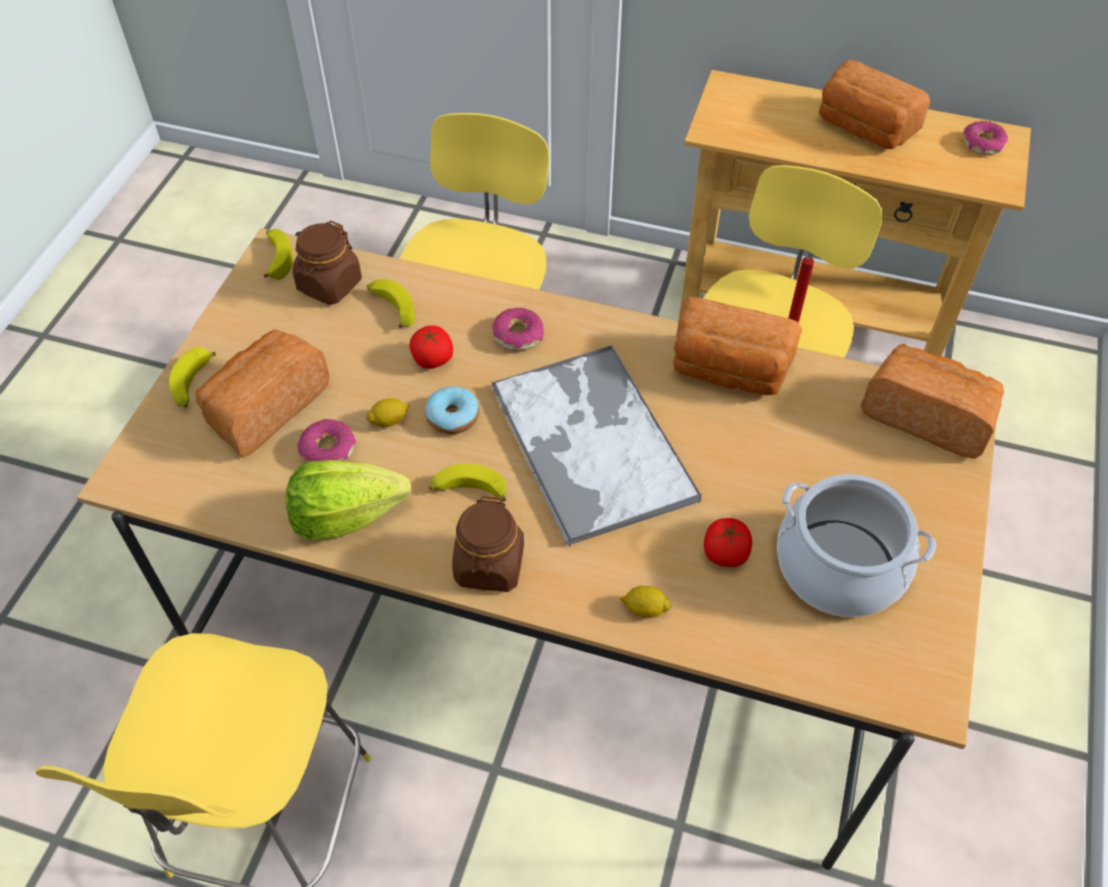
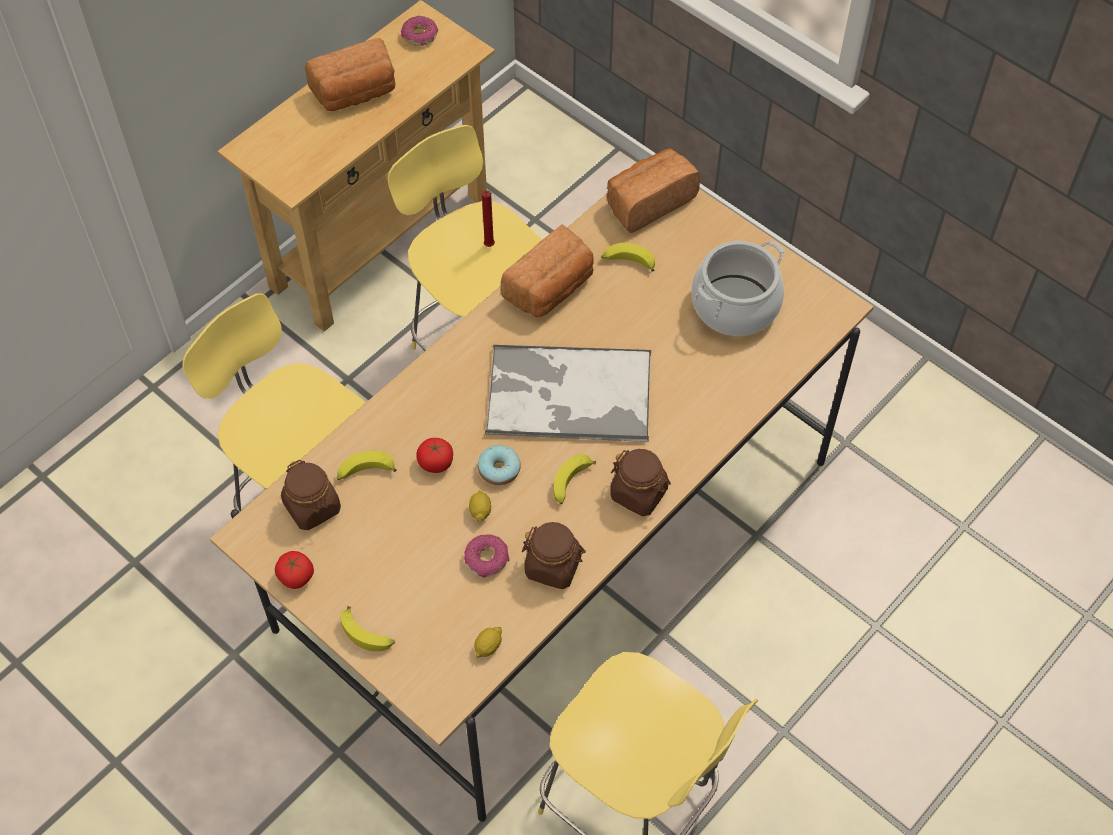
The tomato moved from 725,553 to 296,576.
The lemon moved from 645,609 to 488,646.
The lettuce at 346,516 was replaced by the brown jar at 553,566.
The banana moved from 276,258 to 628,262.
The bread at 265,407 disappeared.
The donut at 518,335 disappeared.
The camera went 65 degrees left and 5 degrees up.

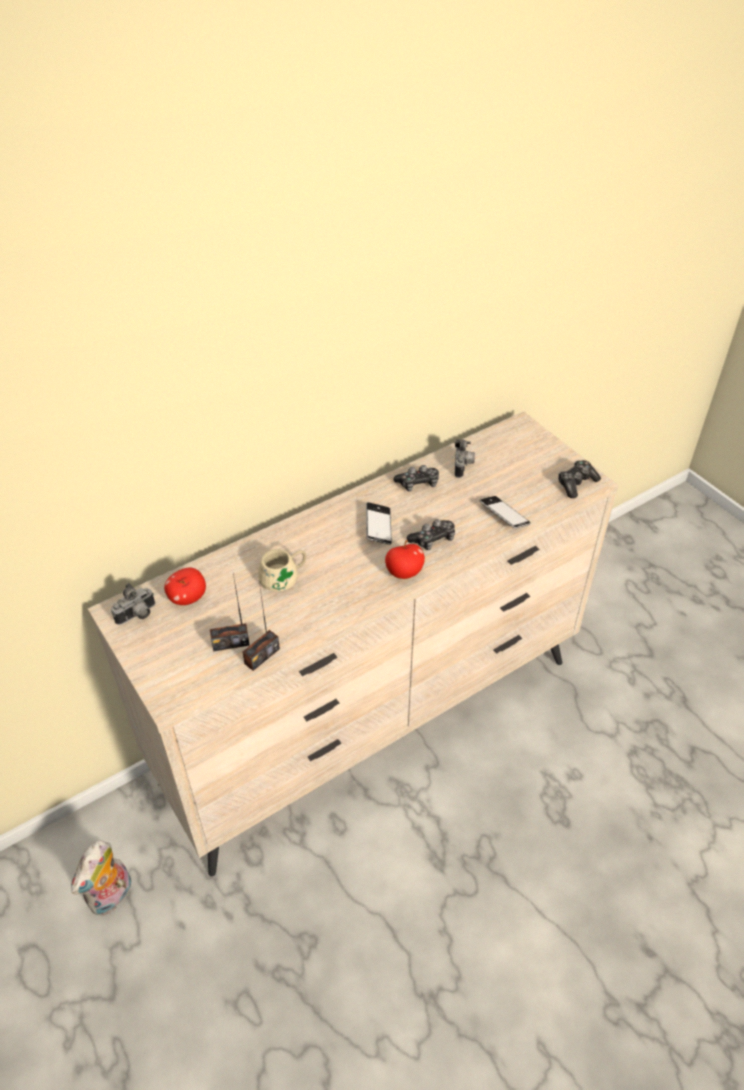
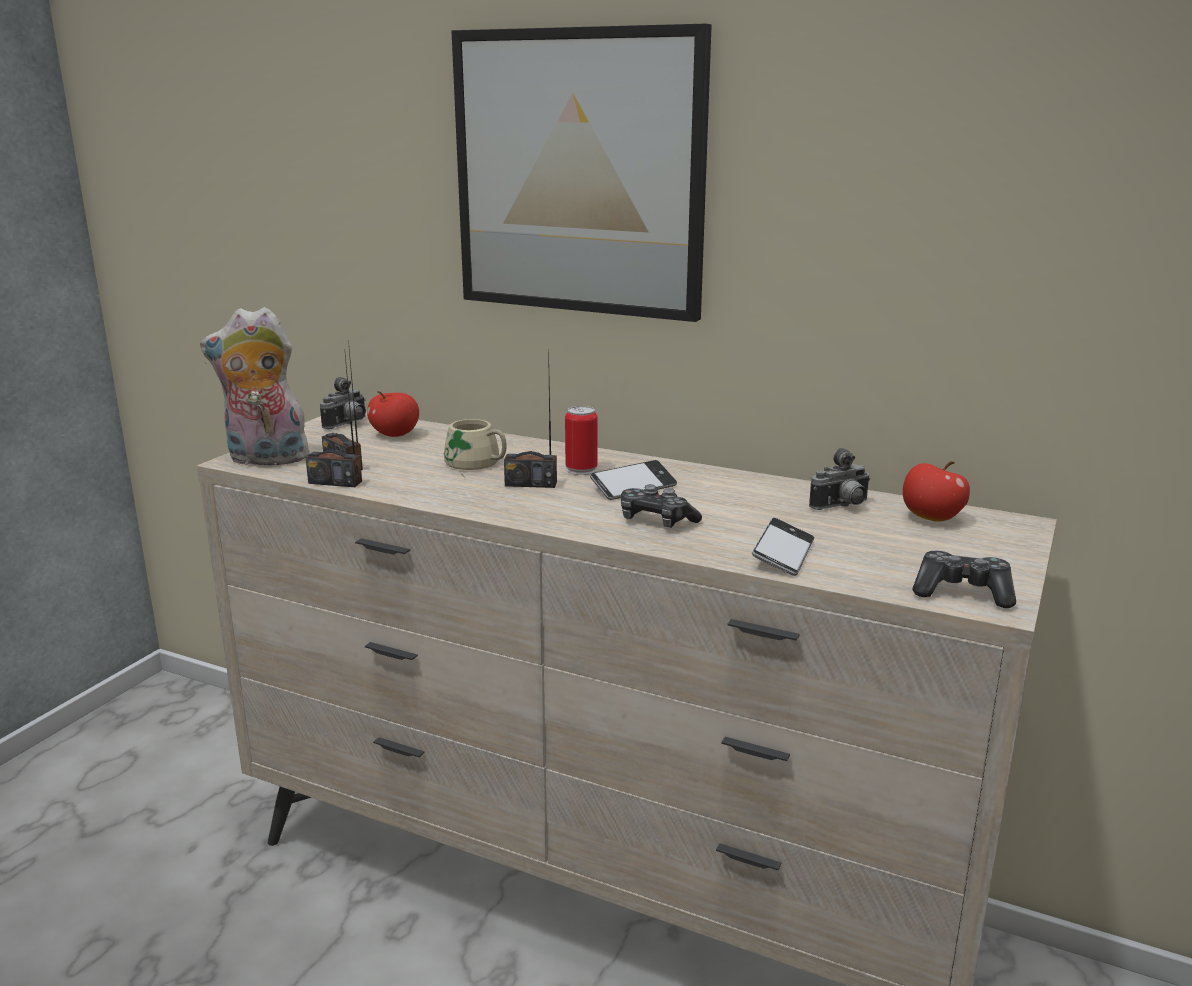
The plush toy moved from 112,897 to 265,460.
The photo camera at 137,616 turned 75 degrees counterclockwise.
The picture at 579,174 appeared.
The radio at 531,483 appeared.
The can at 581,470 appeared.
The apple moved from 404,572 to 931,518.
The game controller at 418,483 disappeared.
The camera went 60 degrees right and 25 degrees down.

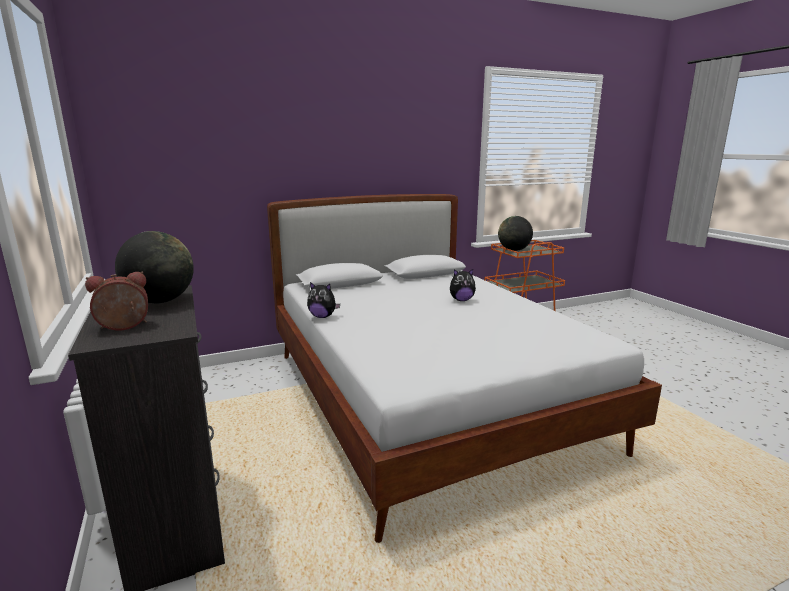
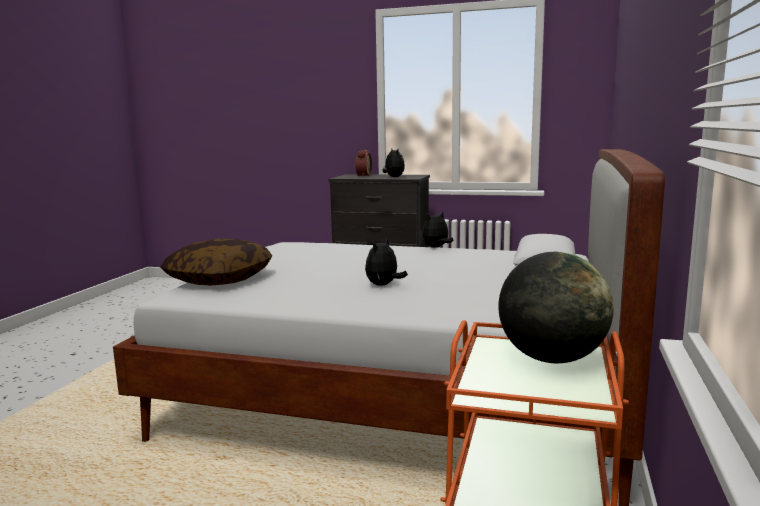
The pillow at 220,279 appeared.
The globe at 160,301 was replaced by the plush toy at 393,177.
The camera went 130 degrees right and 5 degrees down.

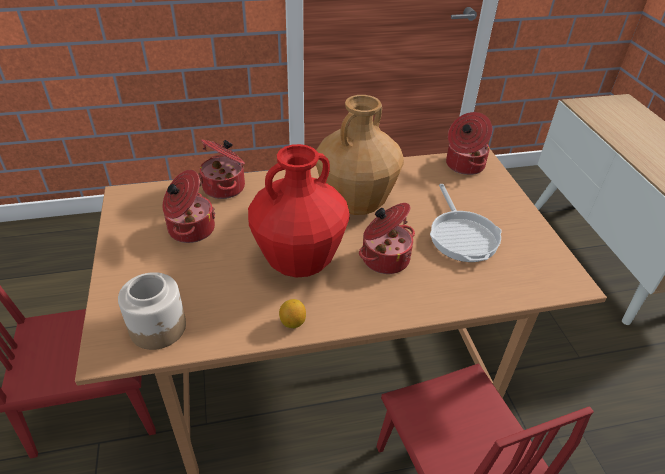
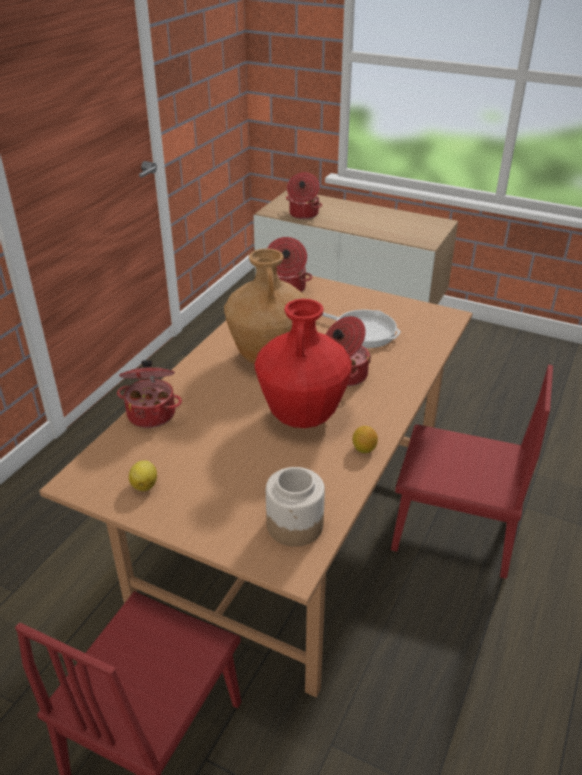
The lemon at 145,485 appeared.
The cooking pot moved from 190,229 to 303,214.
The camera went 50 degrees left and 5 degrees down.

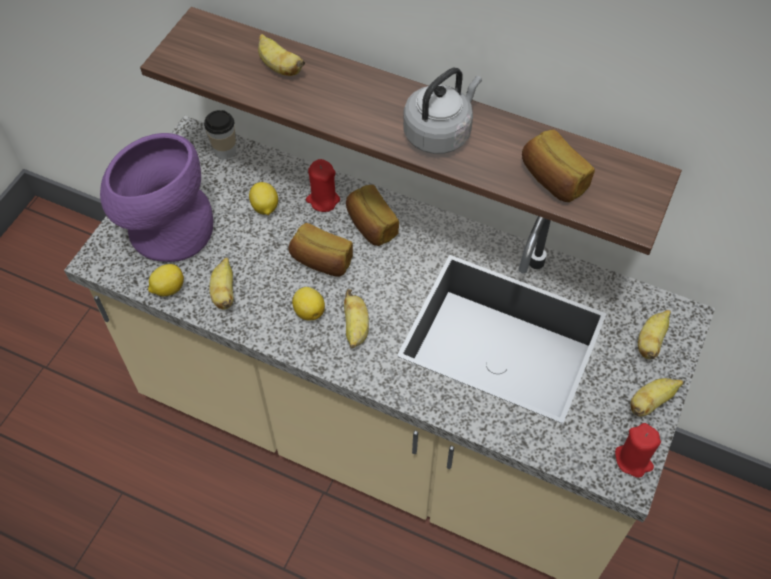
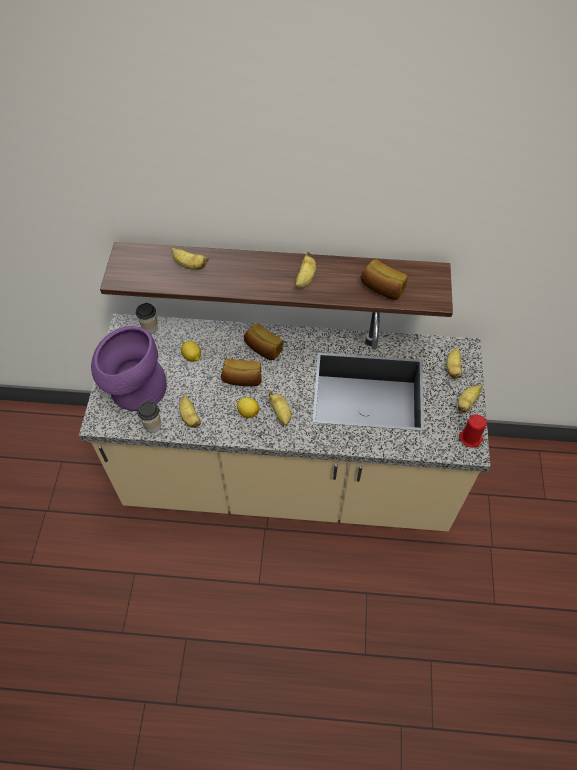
The lemon at 168,288 was replaced by the cup at 153,426.
The grey kettle at 440,133 was replaced by the banana at 305,279.
The red candle at 323,200 disappeared.
The camera went 20 degrees left and 0 degrees up.

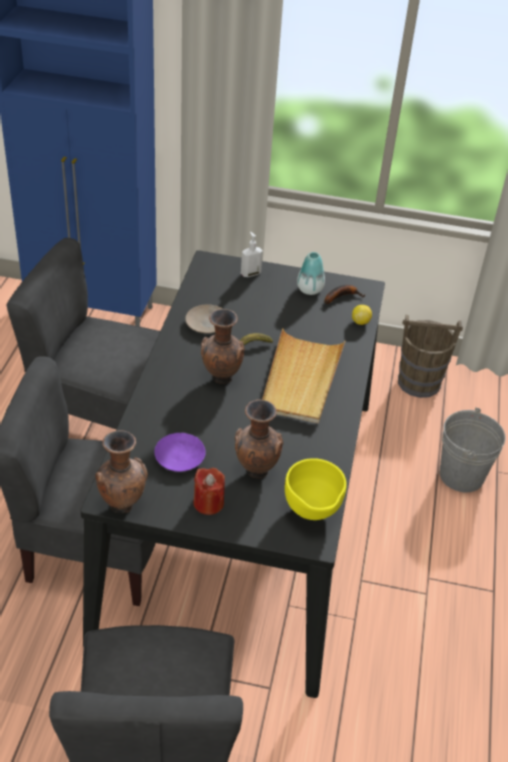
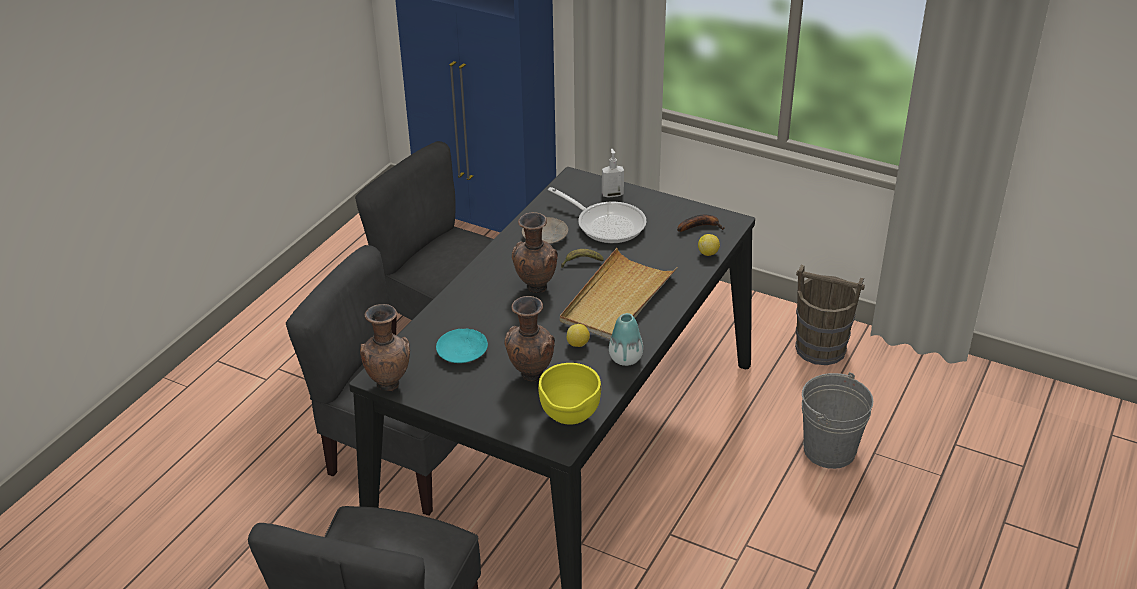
The purple plate at 180,456 became the turquoise plate at 463,351.
The frying pan at 606,224 appeared.
The lemon at 578,344 appeared.
The vase moved from 309,290 to 625,359.
The red candle at 208,503 disappeared.
The camera went 20 degrees right and 5 degrees down.

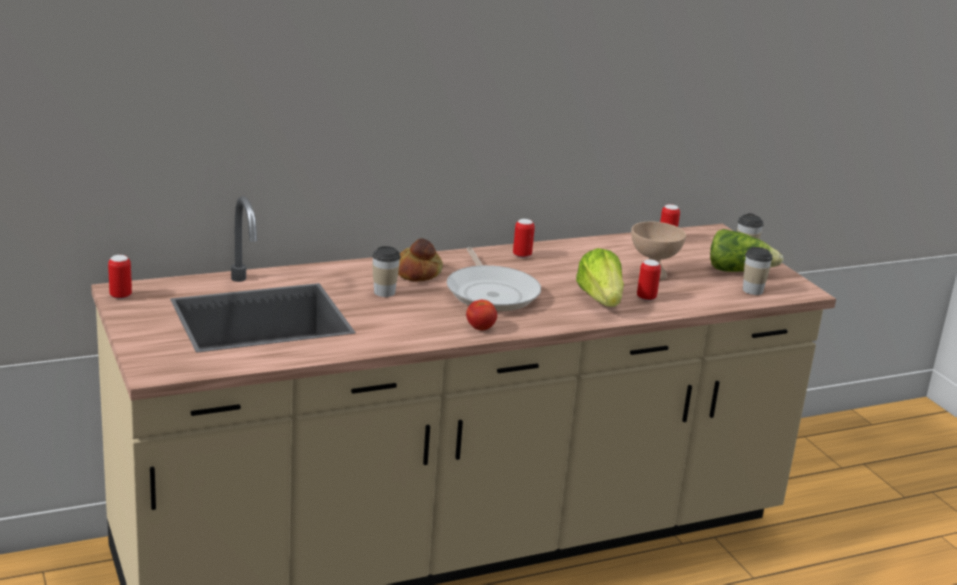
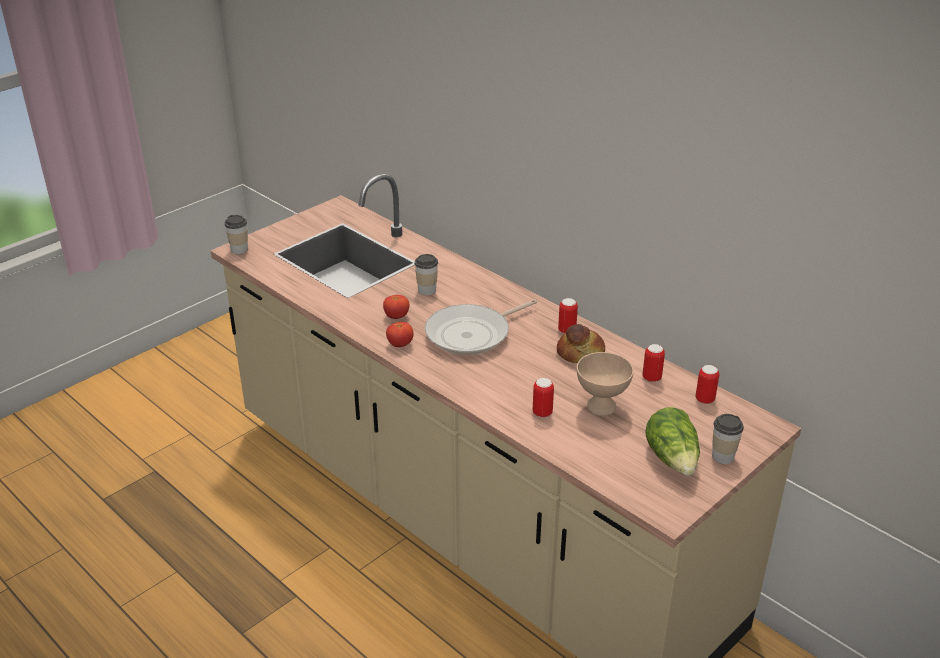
The cup moved from 752,290 to 239,250.
The tomato at 396,317 appeared.
The bread moved from 418,273 to 580,353.
The can moved from 120,296 to 651,378.
The lettuce at 600,300 disappeared.
The camera went 70 degrees right and 10 degrees up.

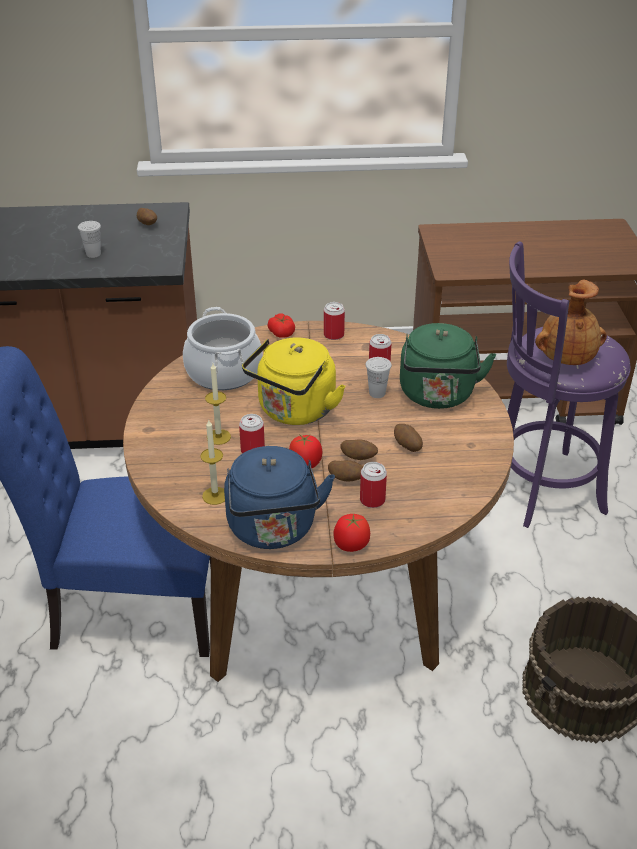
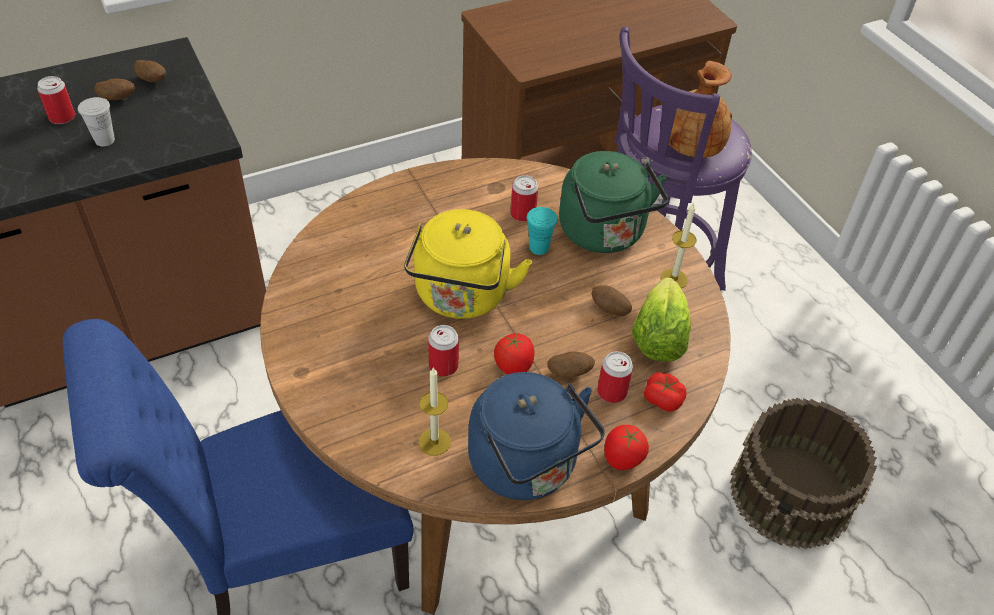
The can moved from 333,335 to 62,117.
The potato moved from 359,458 to 118,99.
The white cup at 377,393 became the turquoise cup at 539,248.
The lettuce at 658,338 appeared.
The tomato moved from 281,332 to 663,398.
The candle moved from 218,437 to 674,279.
The cooking pot at 223,372 disappeared.
The camera went 25 degrees left and 10 degrees up.

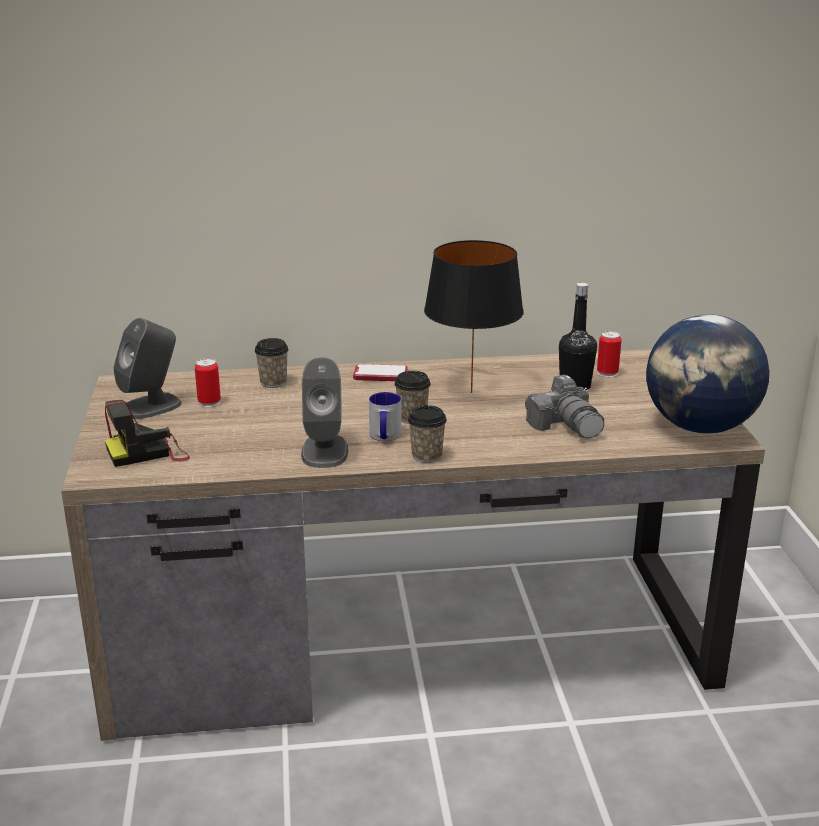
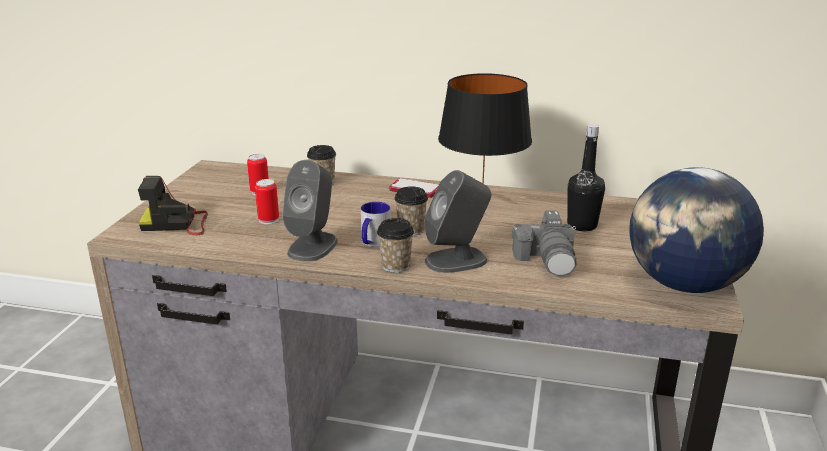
The can moved from 607,373 to 268,220.
The grey speaker moved from 151,406 to 457,260.
The camera went 20 degrees right and 0 degrees up.

